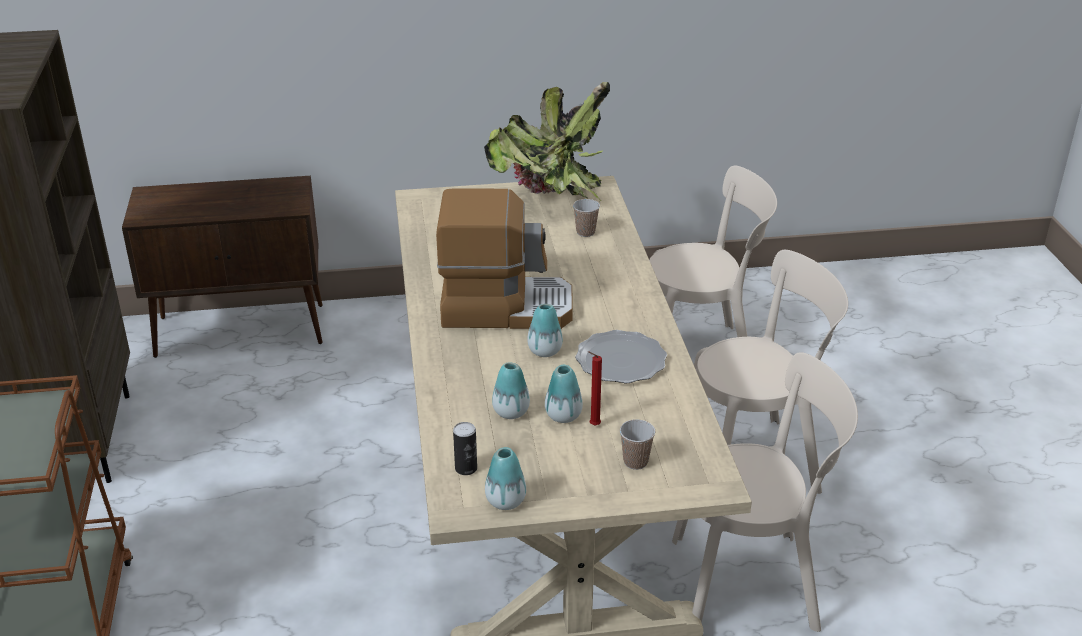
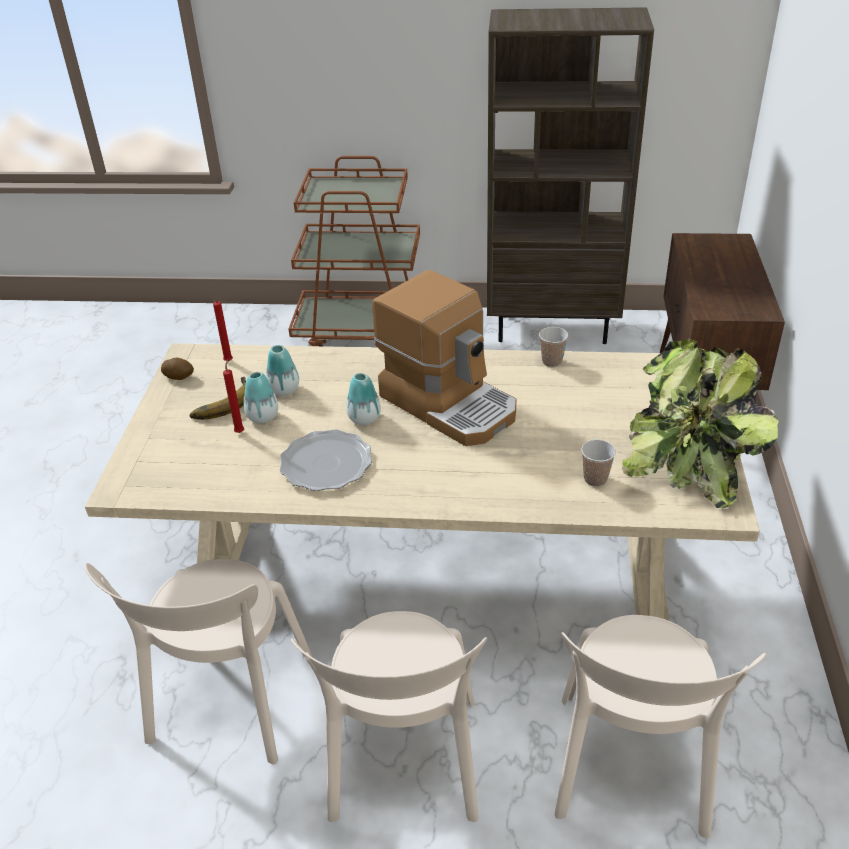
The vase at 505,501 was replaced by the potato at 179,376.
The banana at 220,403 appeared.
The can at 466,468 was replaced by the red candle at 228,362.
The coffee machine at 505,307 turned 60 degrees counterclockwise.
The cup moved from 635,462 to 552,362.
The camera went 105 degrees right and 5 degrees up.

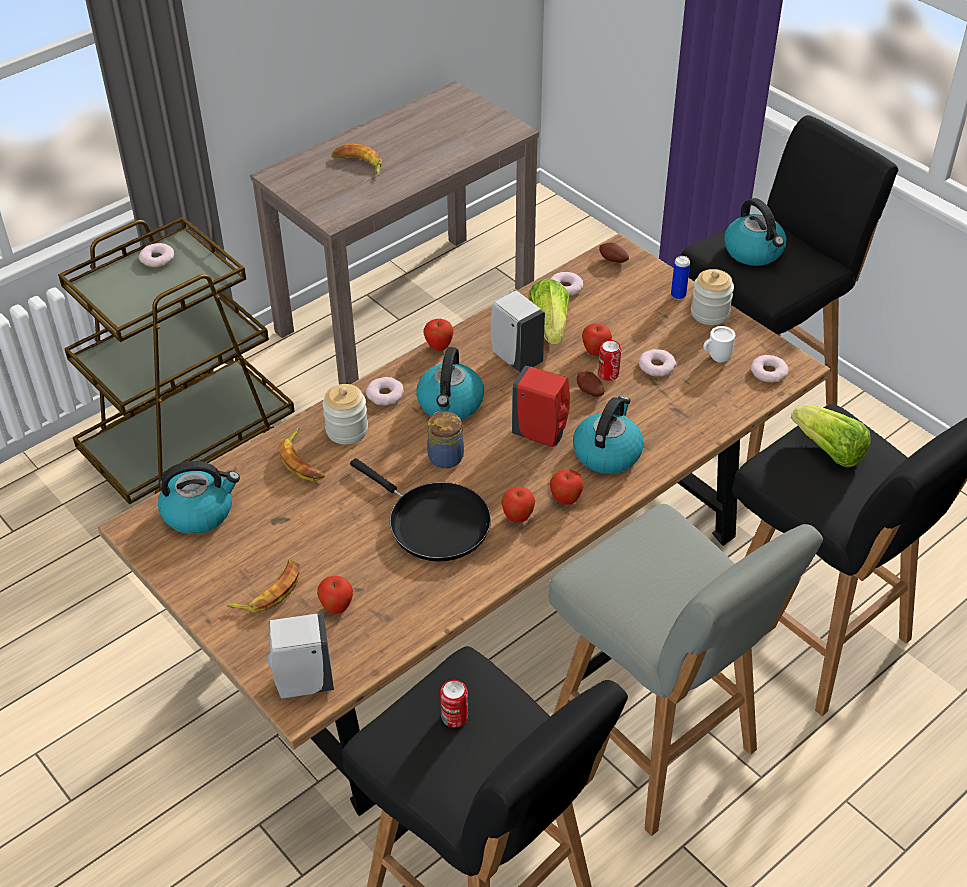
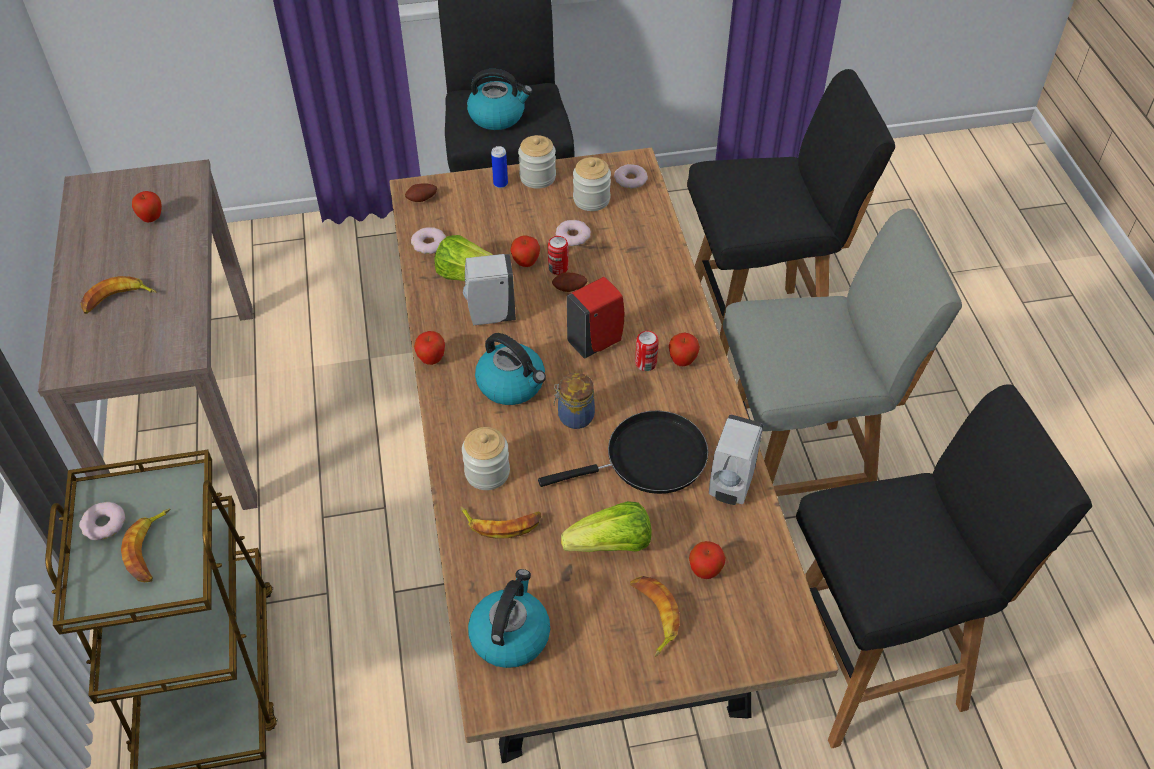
The banana at 149,550 appeared.
The apple moved from 517,517 to 151,219.
The lettuce moved from 829,451 to 611,545.
The white mug at 715,358 was replaced by the jar at 591,199.
The can moved from 454,717 to 645,363.
The white soap dispenser moved from 302,683 to 730,486.
The donut at 385,395 disappeared.
The kettle at 607,452 disappeared.
The camera went 60 degrees left and 5 degrees up.

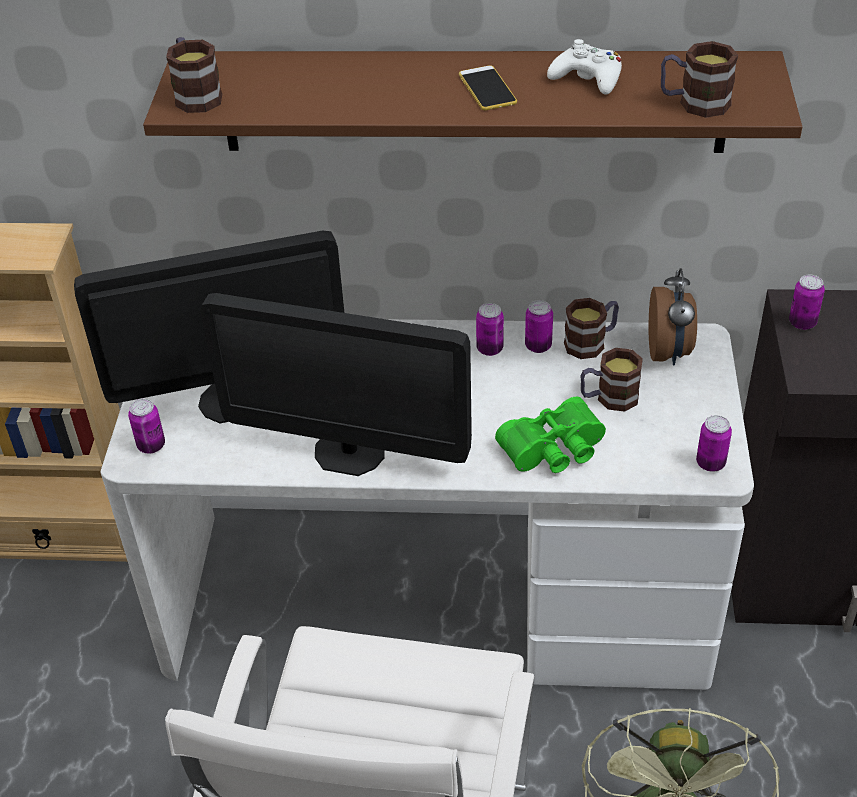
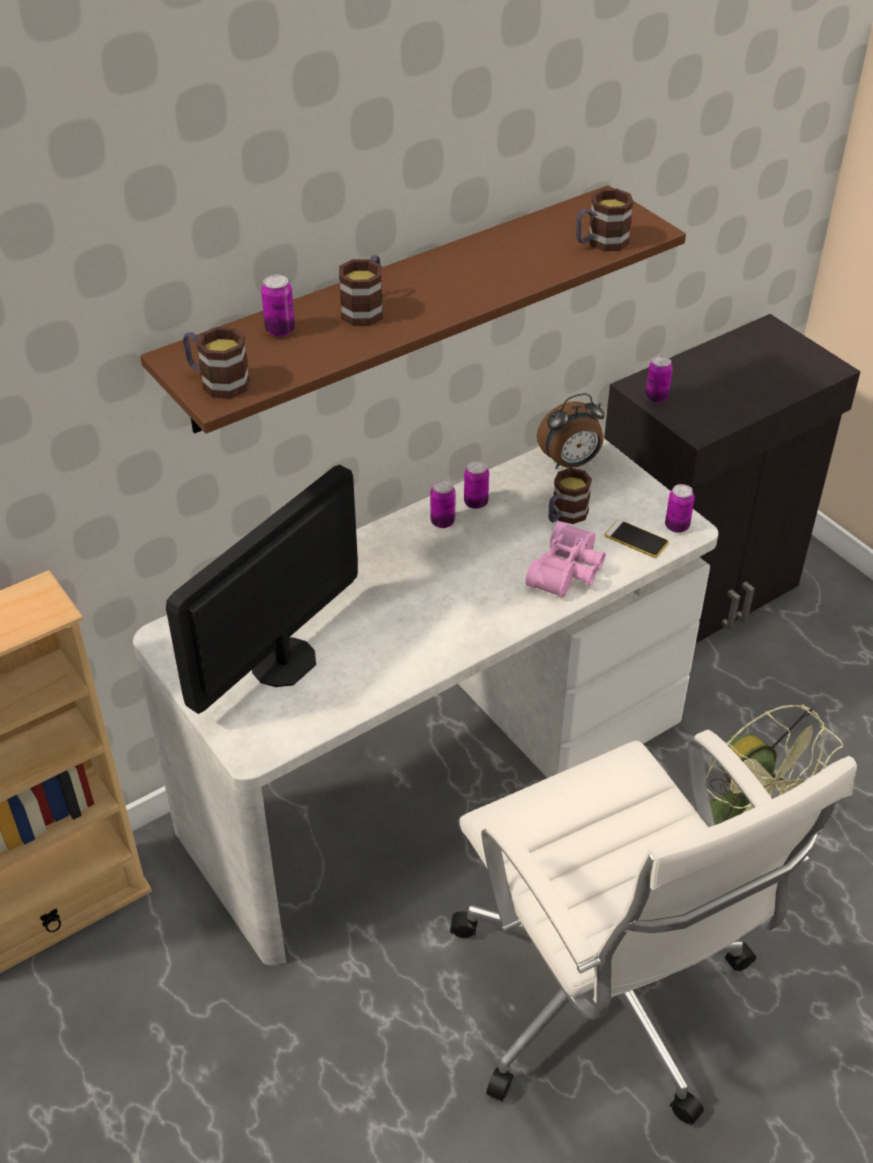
The can moved from 151,445 to 280,330.
The mug moved from 591,342 to 366,309.
The green binoculars at 555,451 became the pink binoculars at 569,571.
The alarm clock at 669,352 turned 105 degrees clockwise.
The phone moved from 487,89 to 636,539.
The monitor at 349,452 disappeared.
The white game controller at 587,78 disappeared.
The camera went 40 degrees left and 0 degrees up.

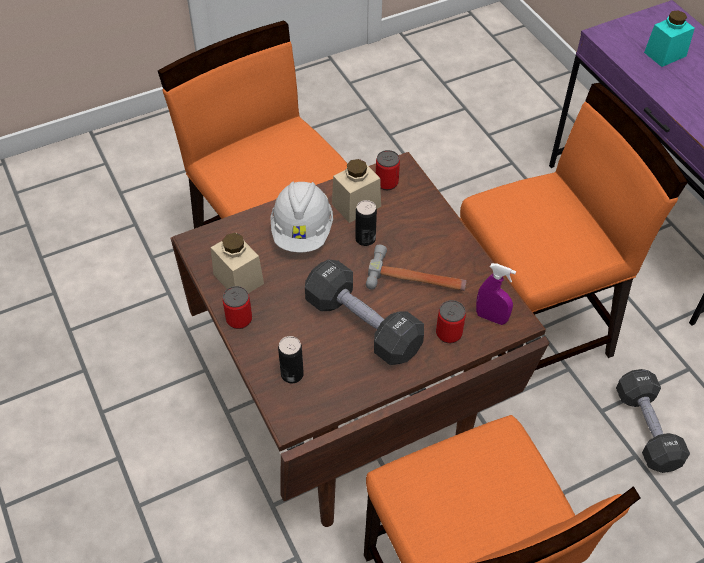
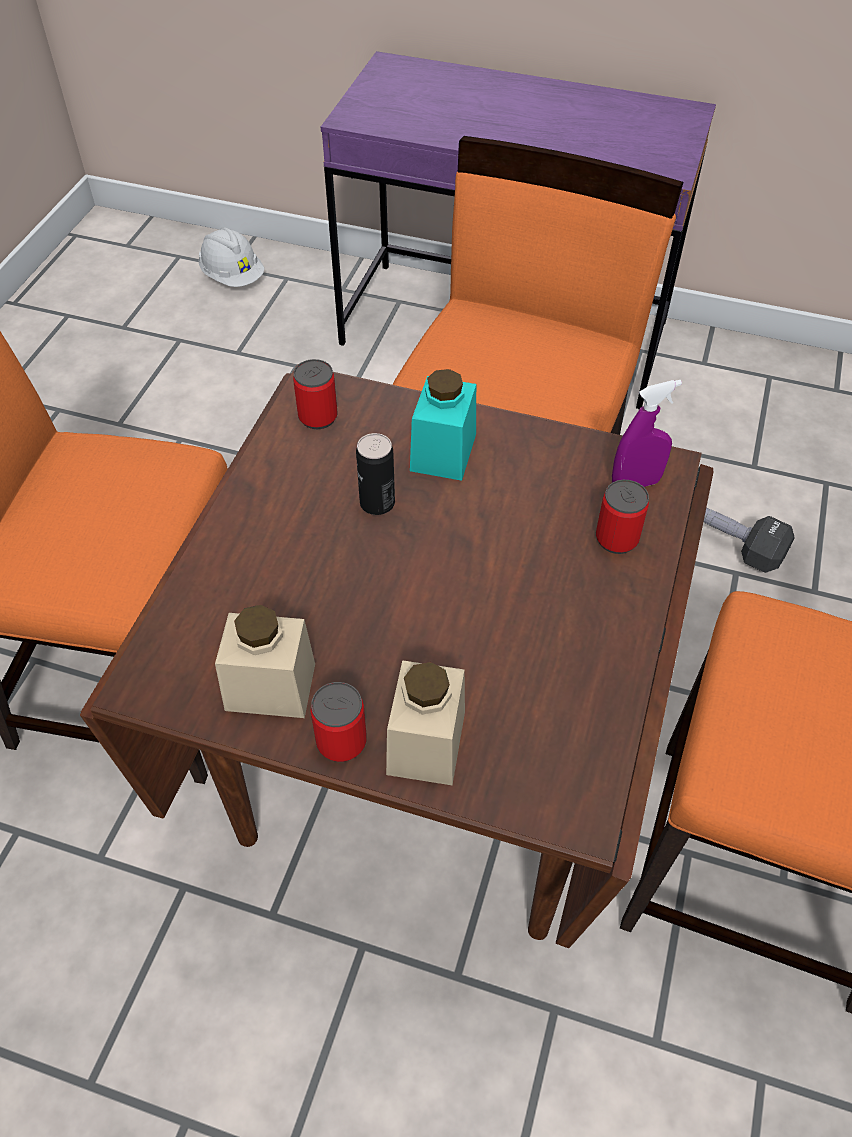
The white hard hat moved from 302,231 to 233,277.
The beige jar moved from 356,205 to 426,742.
The turquoise jar moved from 665,54 to 443,452.
The can at 292,374 disappeared.
The black dumbbell at 362,325 disappeared.
The hammer at 416,280 disappeared.
The camera went 45 degrees left and 0 degrees up.

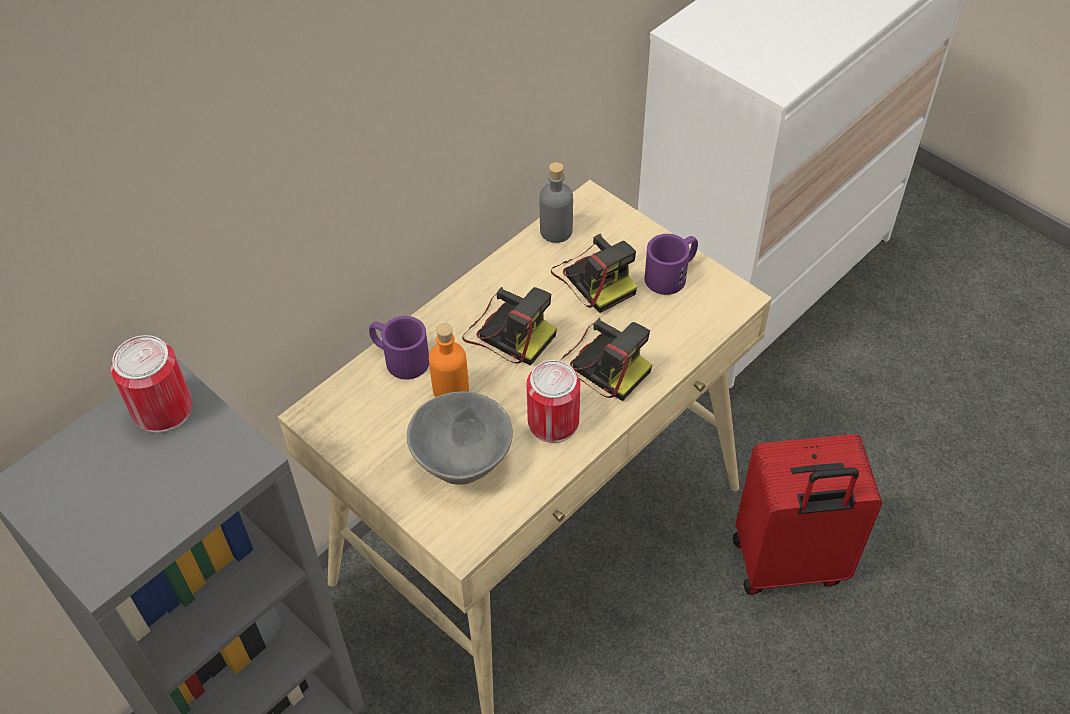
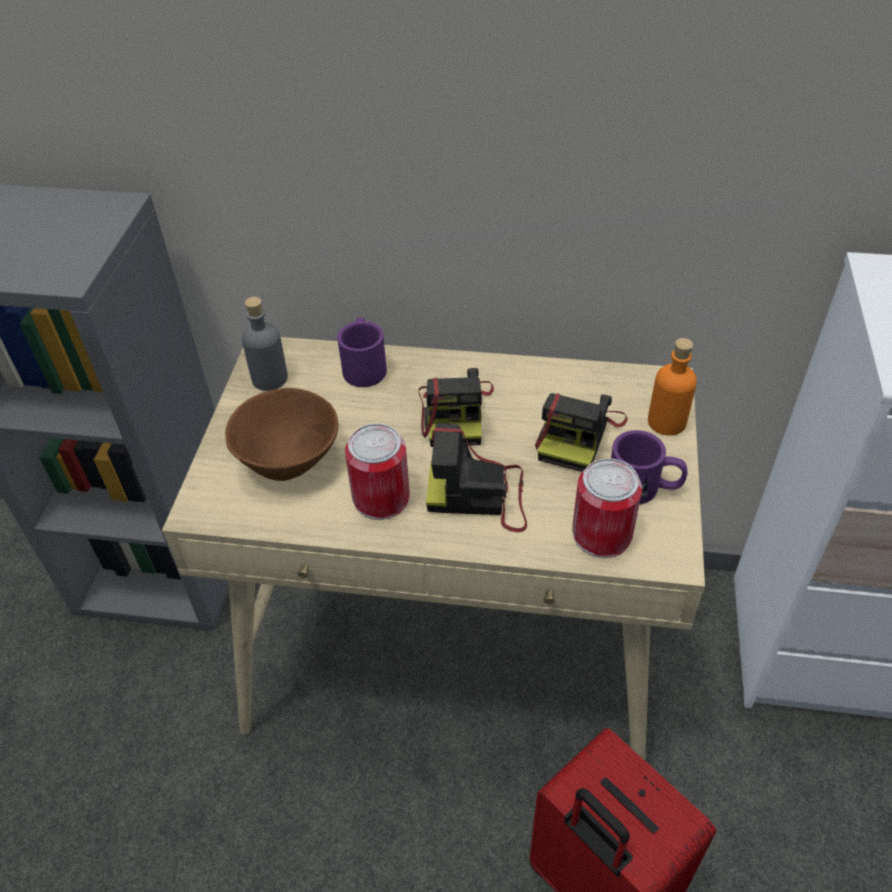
The grey bowl at 465,460 became the brown bowl at 291,462.
The grey bottle moved from 556,231 to 270,378.
The photo camera at 602,364 turned 90 degrees clockwise.
The can moved from 163,409 to 601,534.
The orange bottle moved from 451,390 to 667,422.
The camera went 55 degrees right and 5 degrees down.

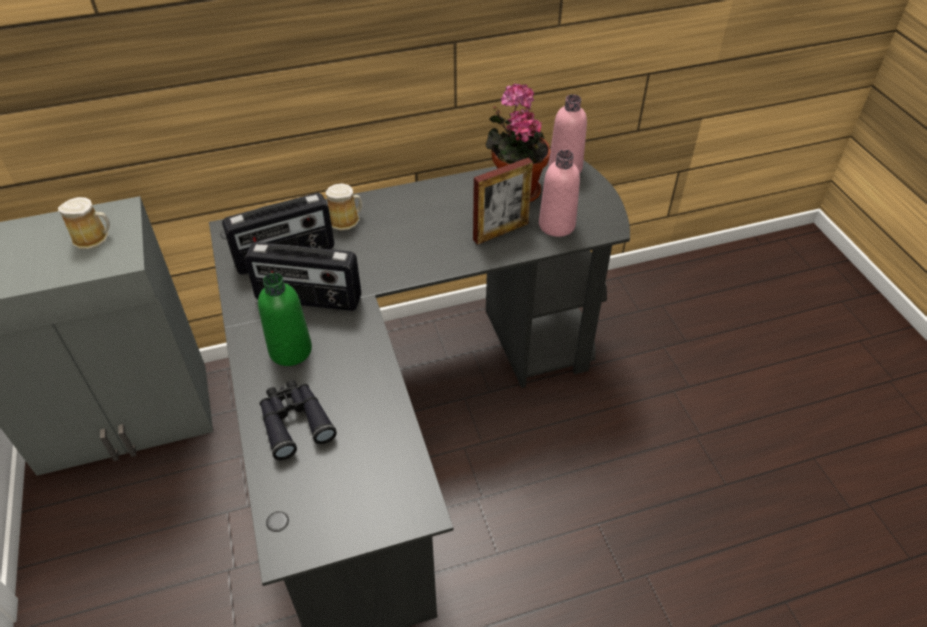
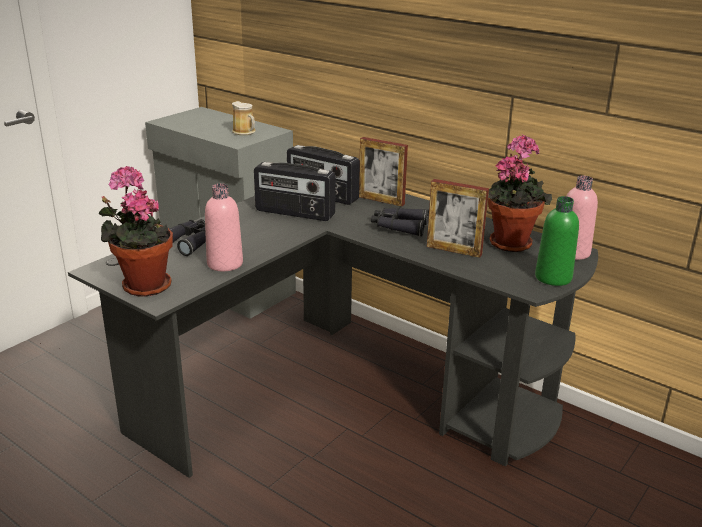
The potted plant at 143,285 appeared.
The pink bottle moved from 556,225 to 225,264.
The radio at 308,299 turned 45 degrees counterclockwise.
The mug at 346,220 was replaced by the picture frame at 381,200.
The black binoculars at 398,227 appeared.
The green bottle moved from 290,350 to 553,278.
The camera went 55 degrees right and 20 degrees down.

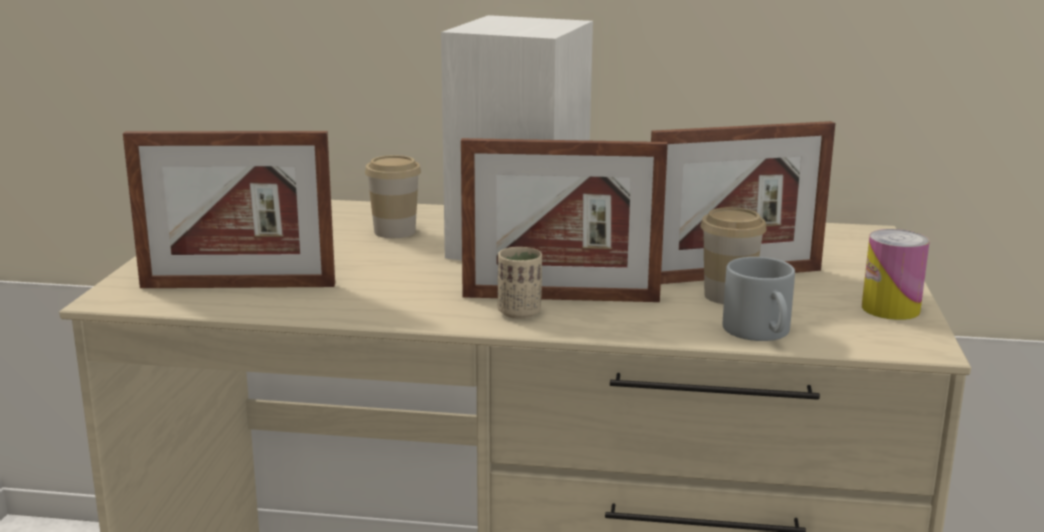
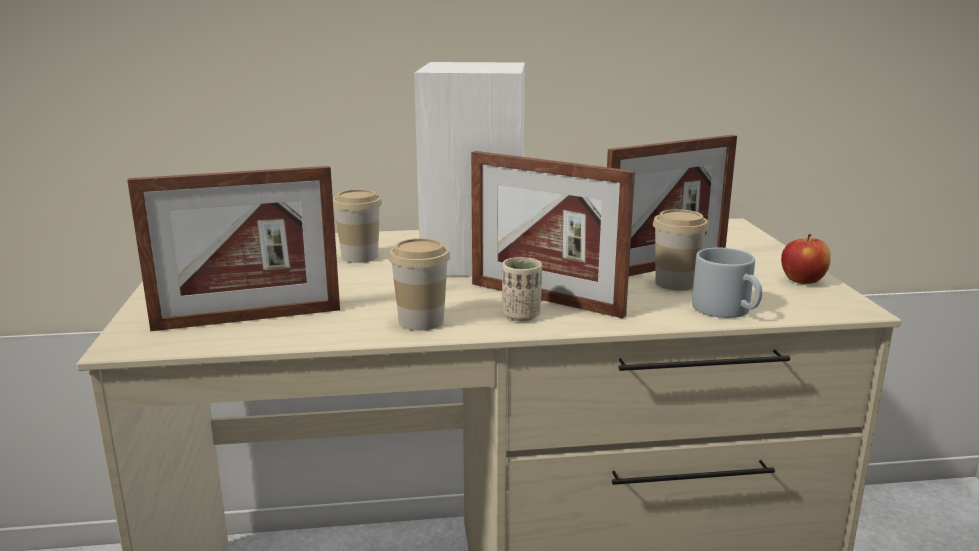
The cup at 421,321 appeared.
The picture frame at 560,298 turned 45 degrees clockwise.
The can at 890,309 was replaced by the apple at 802,281.
The camera went 15 degrees left and 0 degrees up.

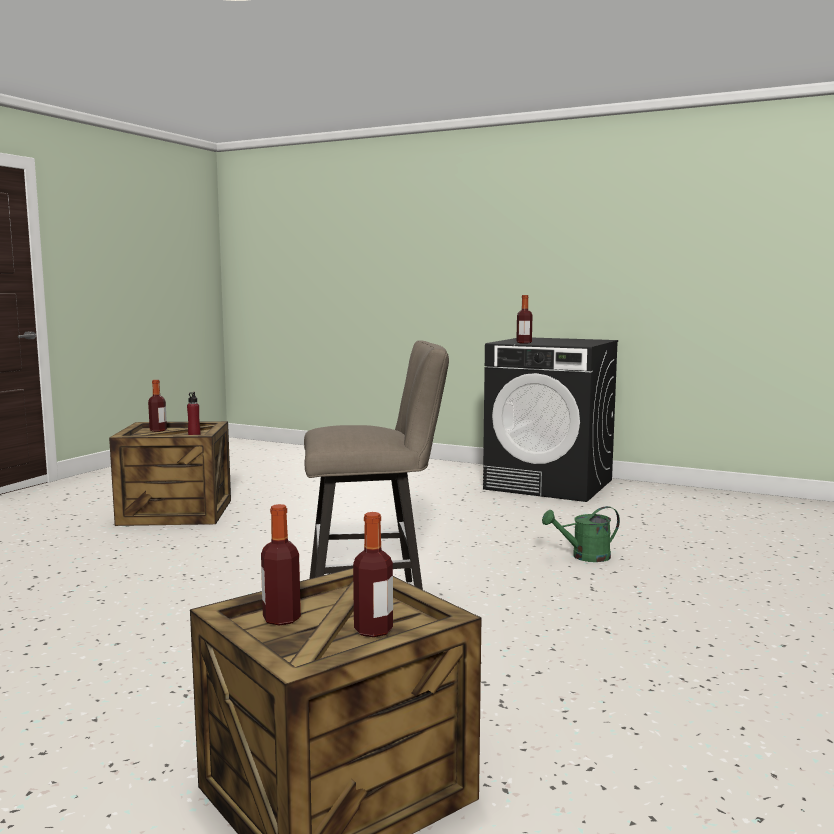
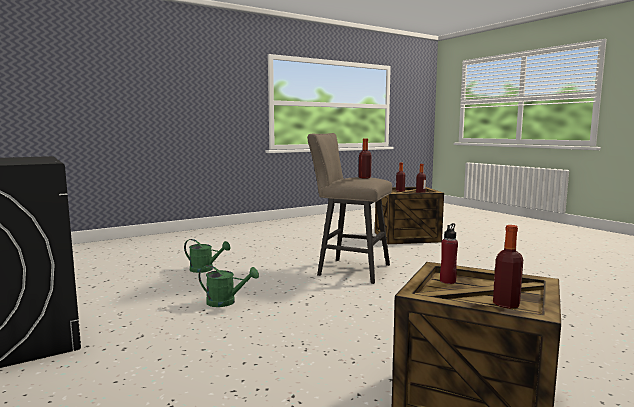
The green watering can at 226,302 appeared.
The bottle moved from 524,343 to 364,177.
The camera went 150 degrees left and 0 degrees up.

